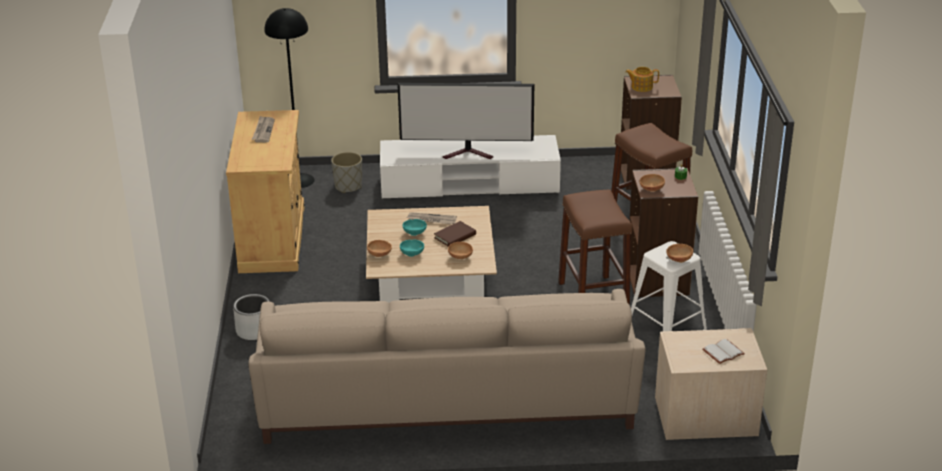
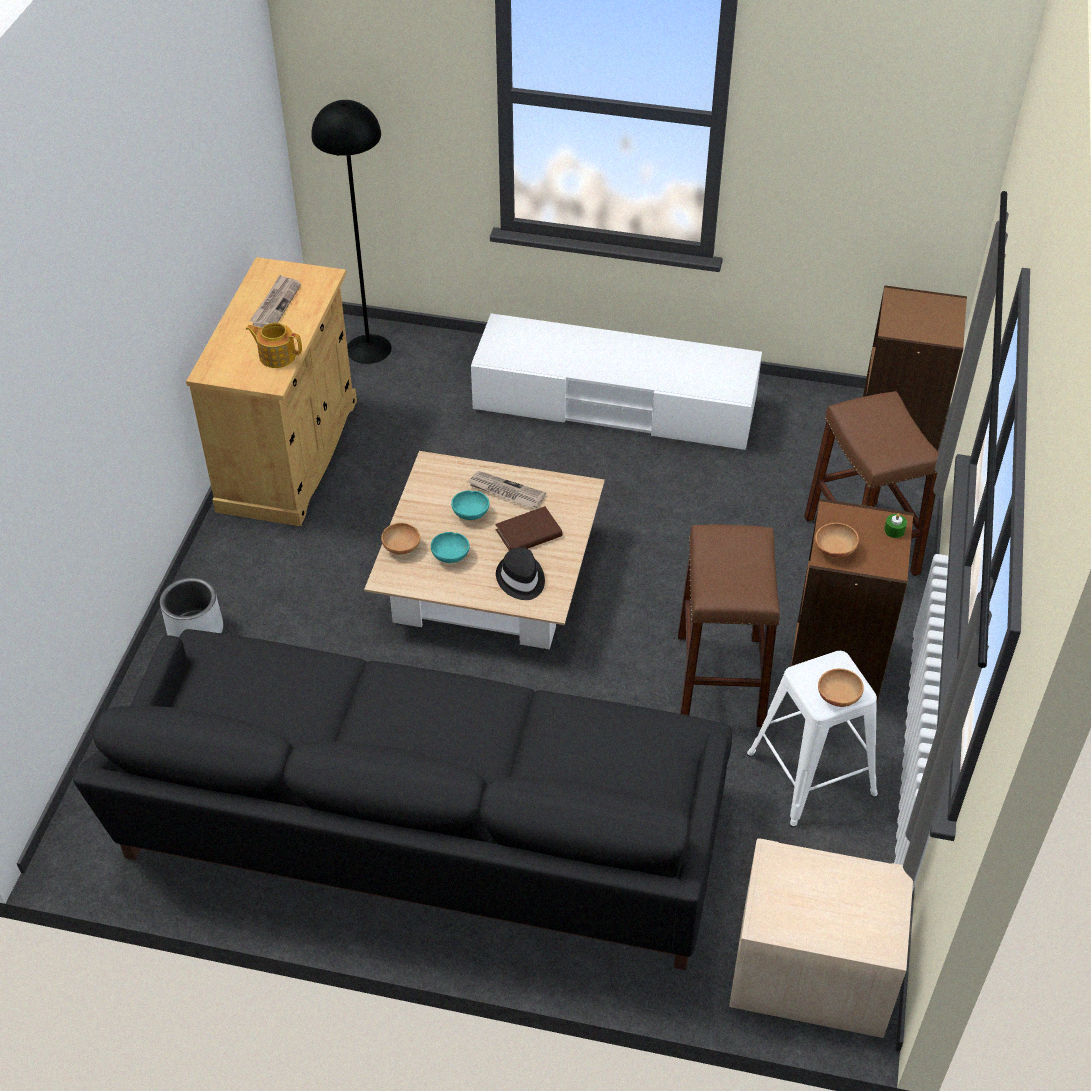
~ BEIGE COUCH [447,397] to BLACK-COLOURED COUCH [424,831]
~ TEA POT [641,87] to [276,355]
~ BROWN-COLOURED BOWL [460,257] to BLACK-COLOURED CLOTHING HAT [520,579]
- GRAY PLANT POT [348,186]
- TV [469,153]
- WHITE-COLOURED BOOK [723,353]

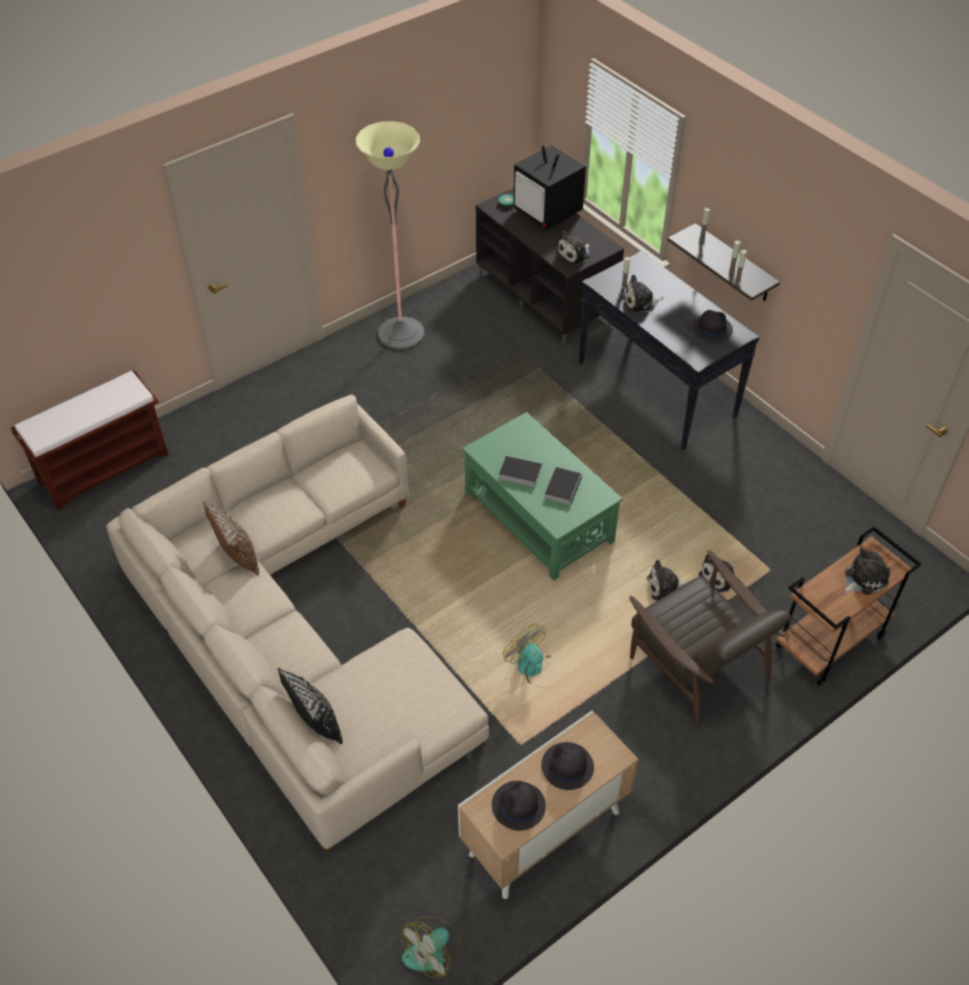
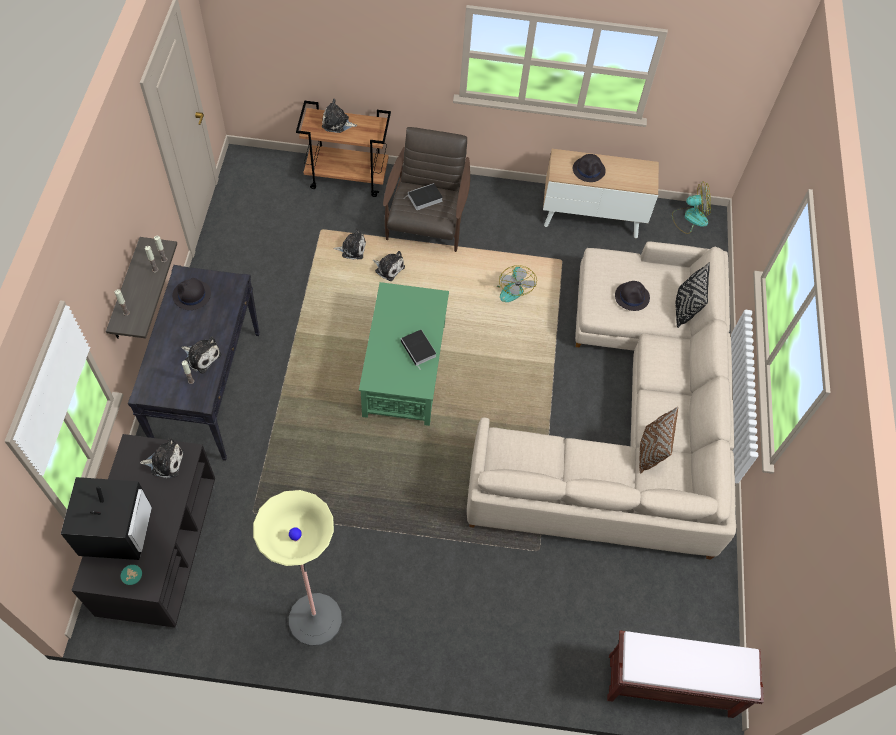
~ BOOK [563,487] to [424,199]
~ BLACK-COLOURED CLOTHING HAT [518,806] to [632,296]

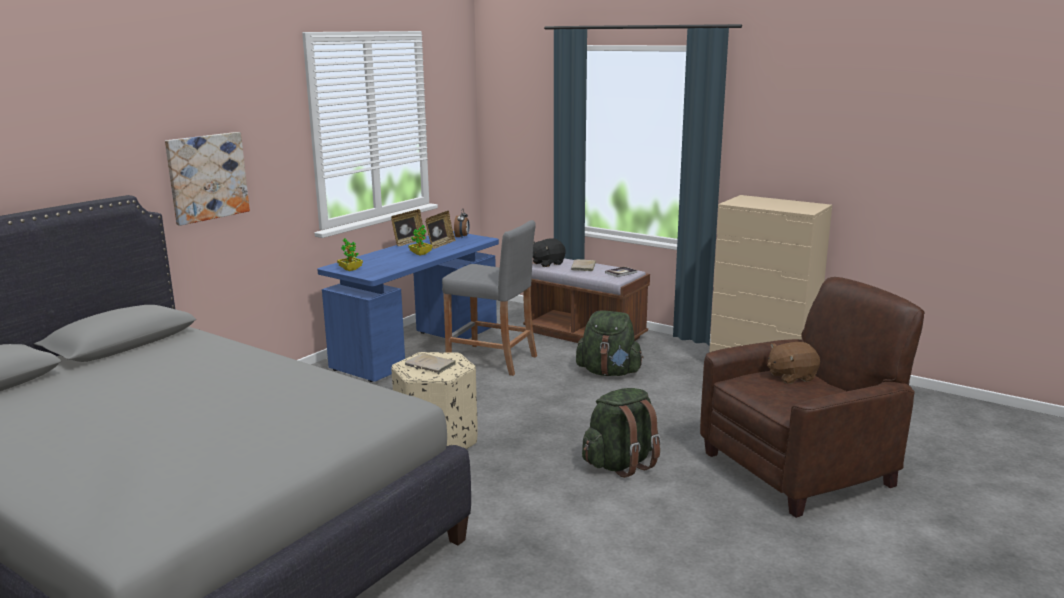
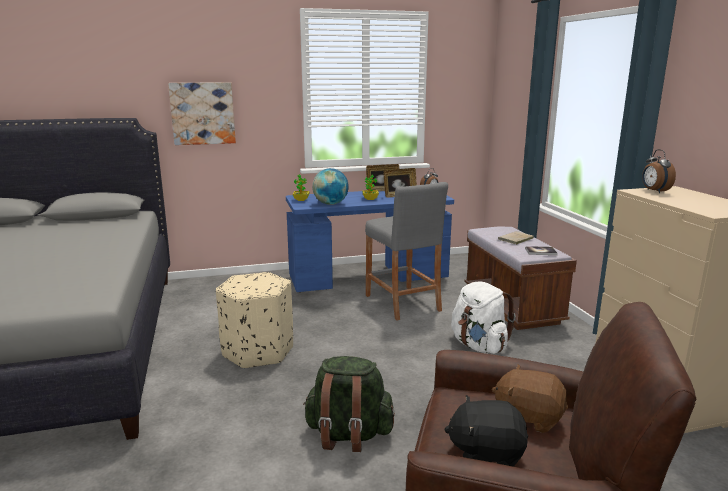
+ GLOBE [330,204]
~ BLACK-COLOURED SOFT TOY [547,263] to [486,452]
~ GREENISH RUCKSACK [609,372] to WHITE-COLOURED RUCKSACK [479,346]
+ ALARM CLOCK [654,191]
- BEIGE BOOK [431,365]

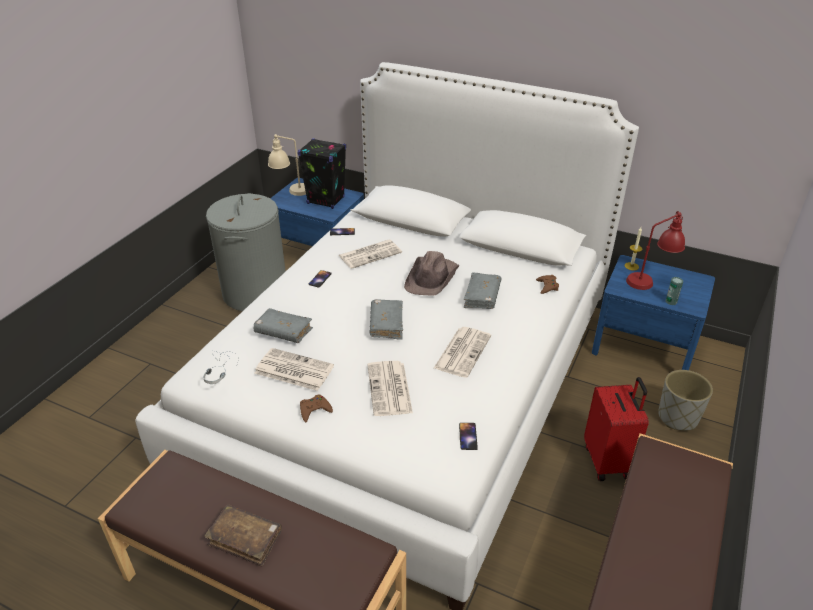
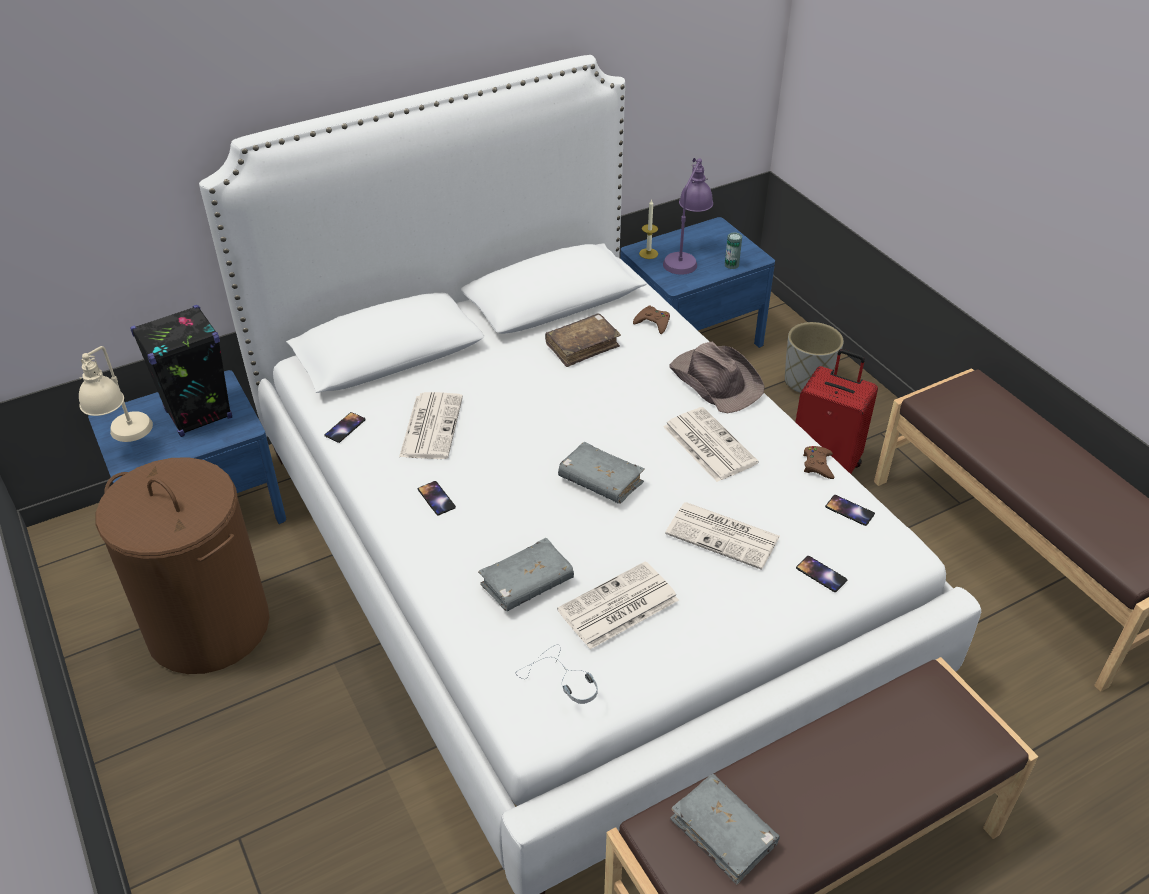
~ GRAY WASHING BASKET [255,293] to BROWN-COLOURED WASHING BASKET [208,627]
~ BROWN-COLOURED BOOK [245,539] to [582,346]
~ RED-COLOURED TABLETOP LAMP [650,281] to PURPLISH TABLETOP LAMP [685,257]
~ BROWN-COLOURED CLOTHING HAT [432,277] to [715,380]
~ GRAY BOOK [482,296] to [723,834]
+ HANDSET [821,574]
~ BROWN-COLOURED JOYPAD [314,410] to [818,465]

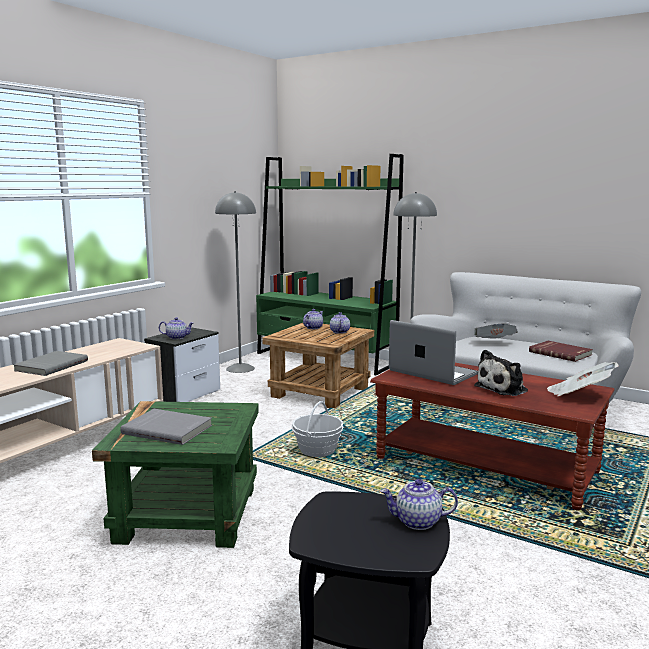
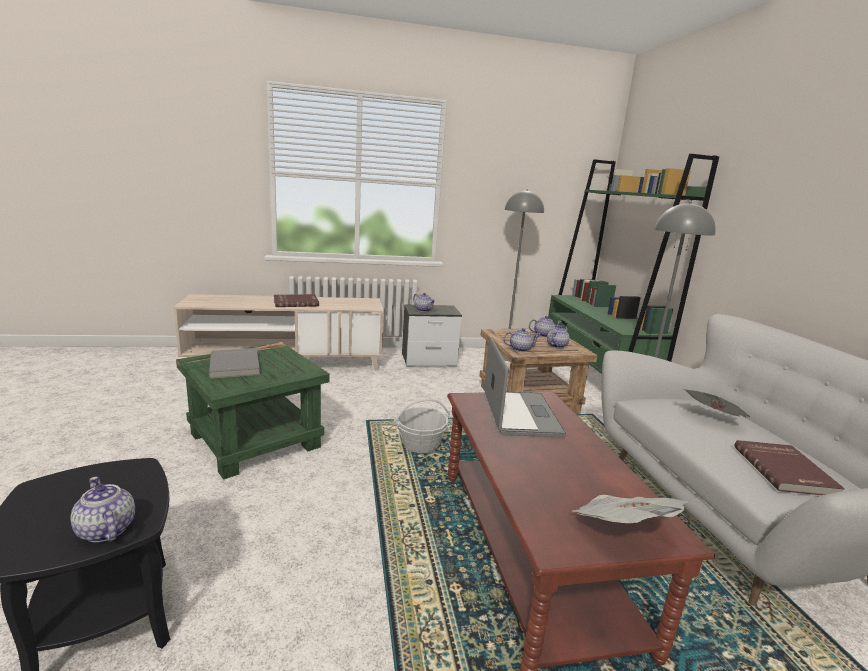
~ GRAY BOOK [50,365] to RED-COLOURED BOOK [296,302]
+ TEA POT [520,349]
- SOFT TOY [503,388]

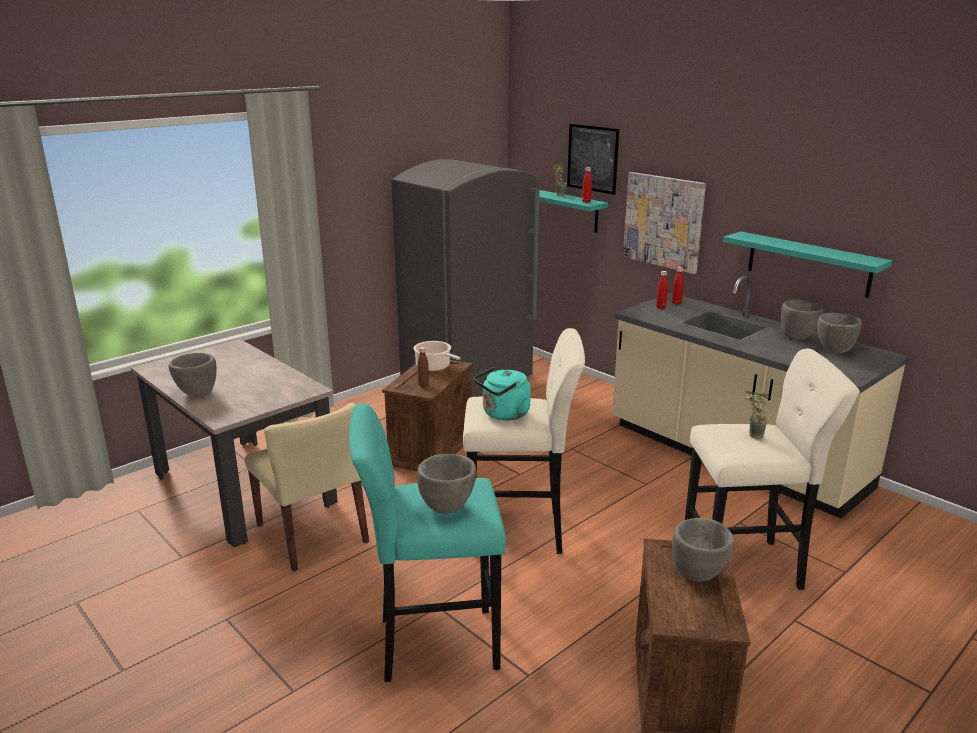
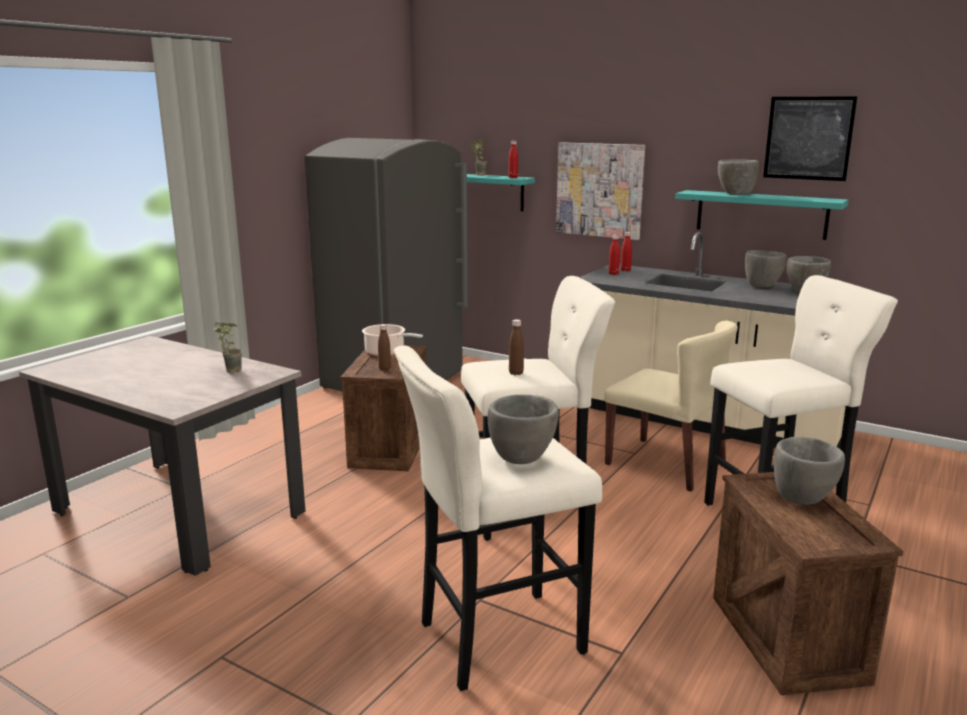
~ HOUSEPLANT [751,435] to [229,371]
~ TURQUOISE-COLOURED STOOL [431,643] to BEIGE STOOL [493,640]
~ TURQUOISE-COLOURED KETTLE [503,414] to BROWN-COLOURED BEVERAGE BOTTLE [516,373]
~ BEIGE PLAIN CHAIR [312,534] to [666,464]
~ GRAY BOWL [196,393] to [735,194]
~ WALL PICTURE [592,158] to [808,138]

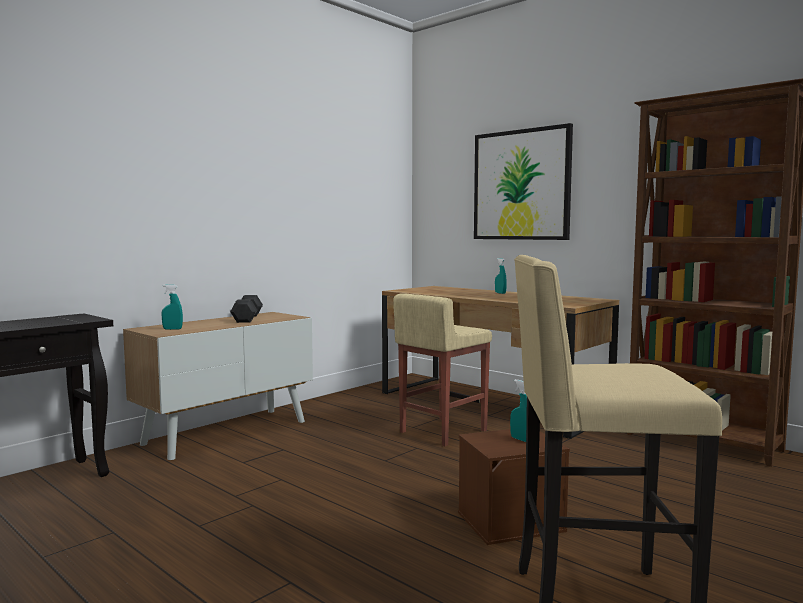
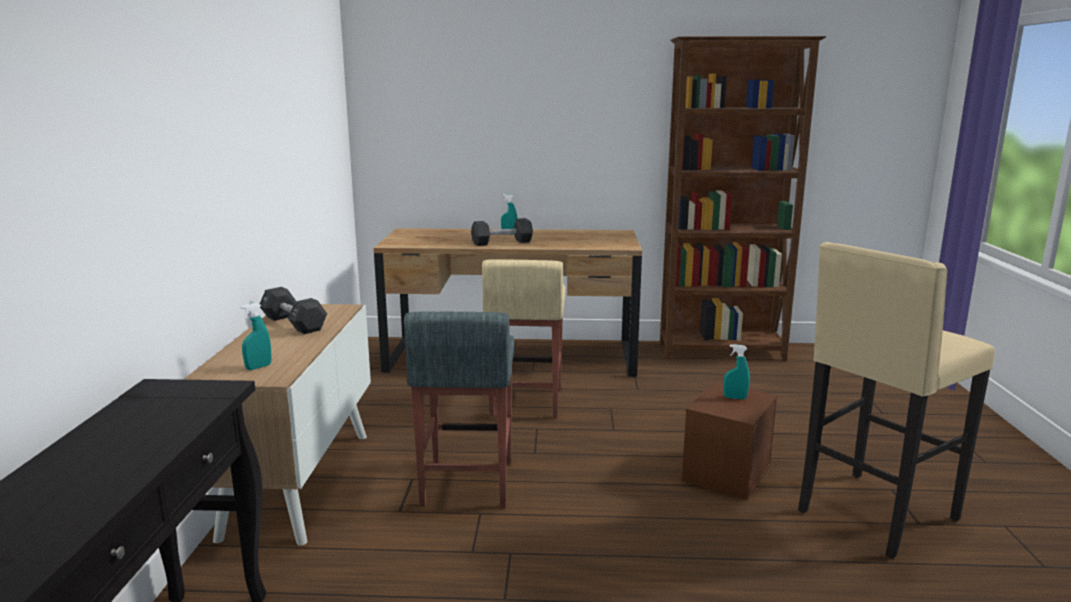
+ GRAY STOOL [467,484]
+ BLACK-COLOURED DUMBBELL [502,242]
- WALL PICTURE [521,185]

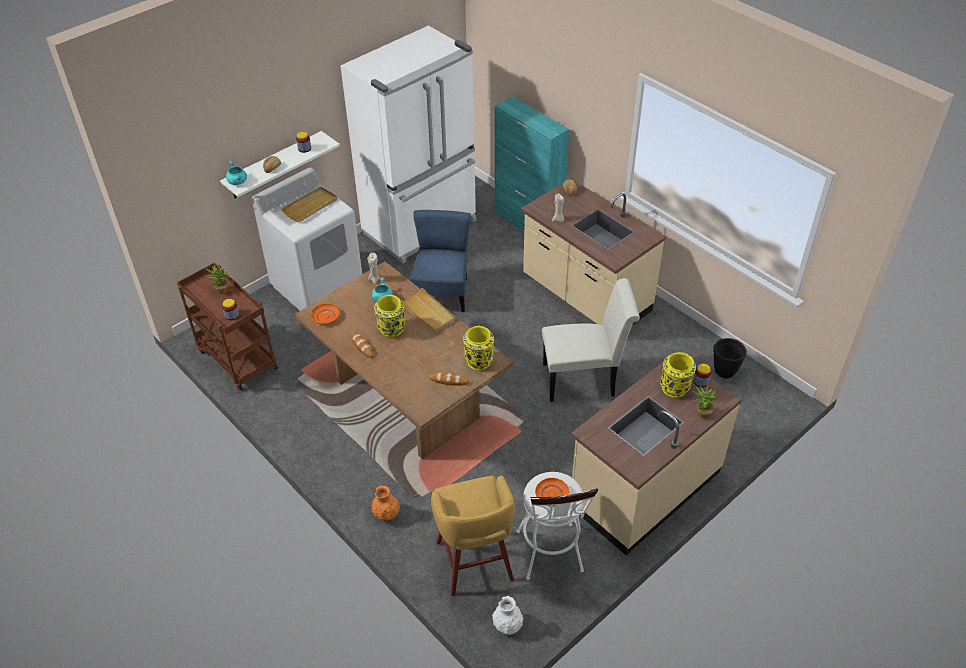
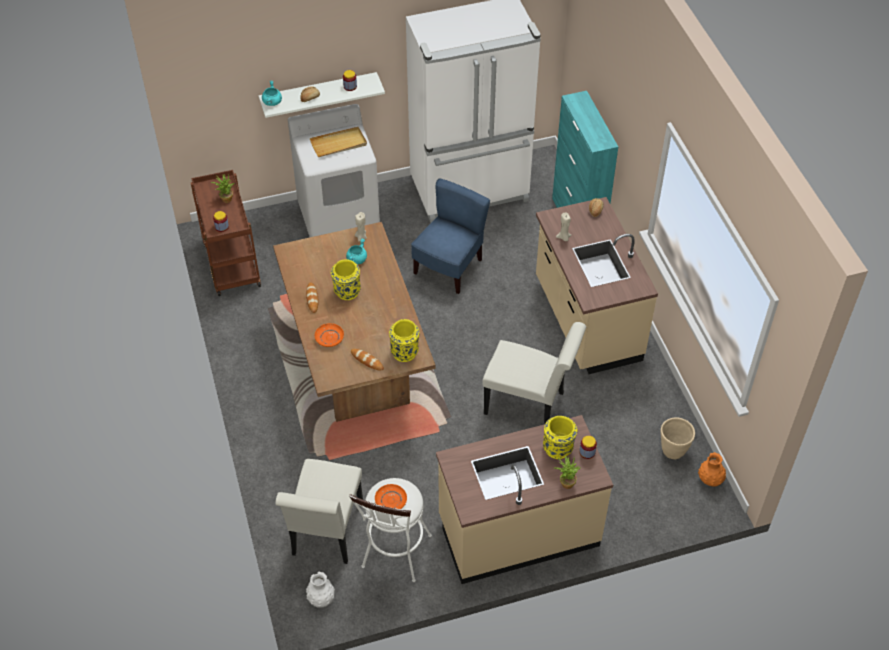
~ YELLOW STOOL [474,563] to WHITE-COLOURED PLAIN CHAIR [326,534]
~ ORANGE-COLOURED FLAT DISH [326,317] to [329,338]
~ BLACK-COLOURED PLANT POT [724,371] to BEIGE PLANT POT [673,451]
~ ORANGE-COLOURED DECORATIVE VASE [386,514] to [710,480]
- BEIGE CARRYING TRAY [427,312]

